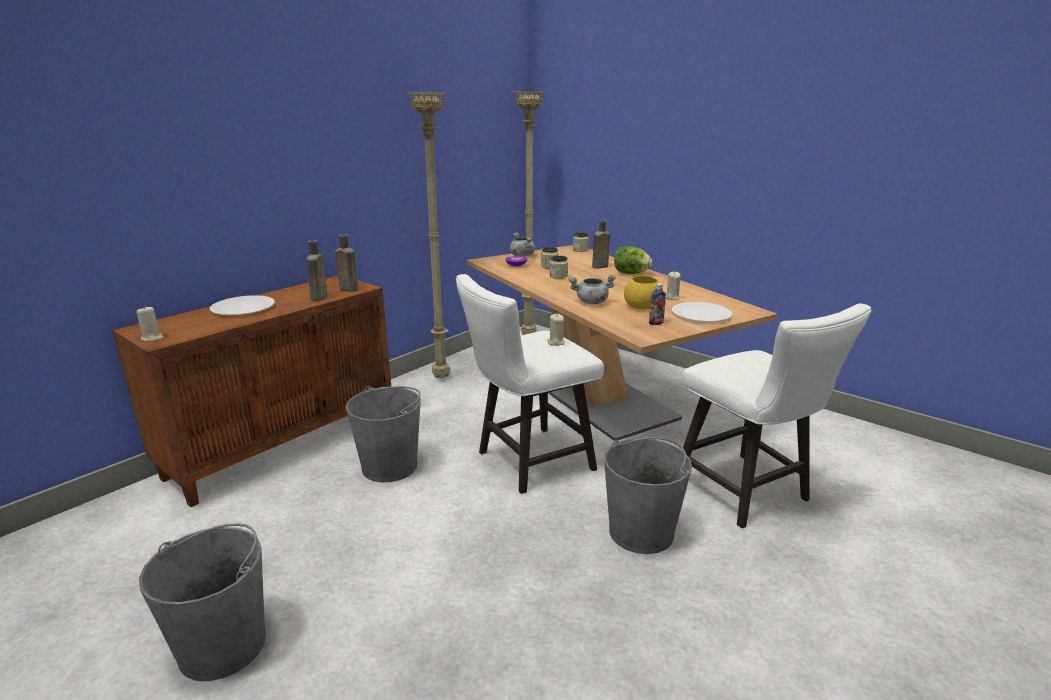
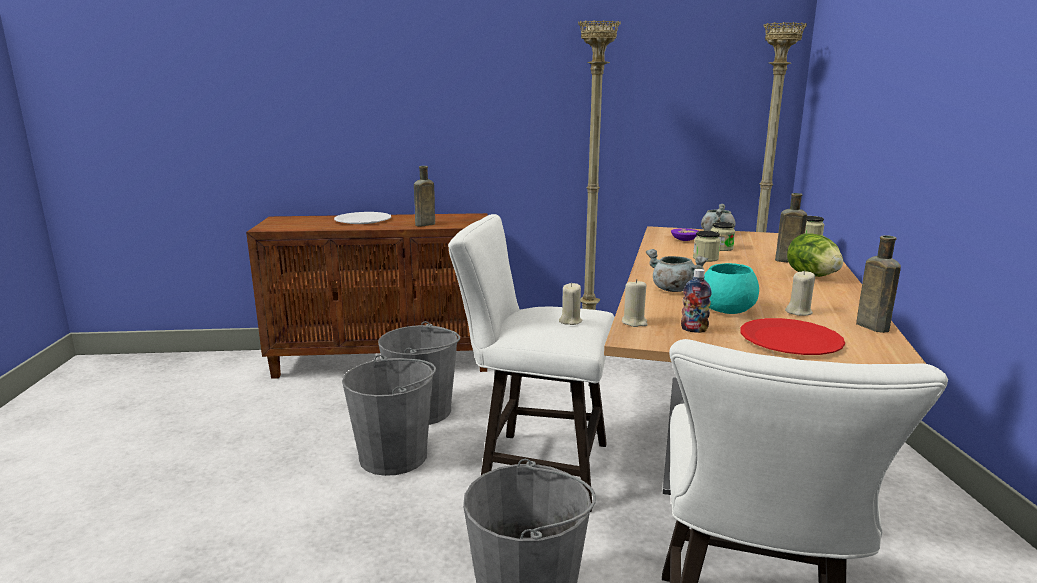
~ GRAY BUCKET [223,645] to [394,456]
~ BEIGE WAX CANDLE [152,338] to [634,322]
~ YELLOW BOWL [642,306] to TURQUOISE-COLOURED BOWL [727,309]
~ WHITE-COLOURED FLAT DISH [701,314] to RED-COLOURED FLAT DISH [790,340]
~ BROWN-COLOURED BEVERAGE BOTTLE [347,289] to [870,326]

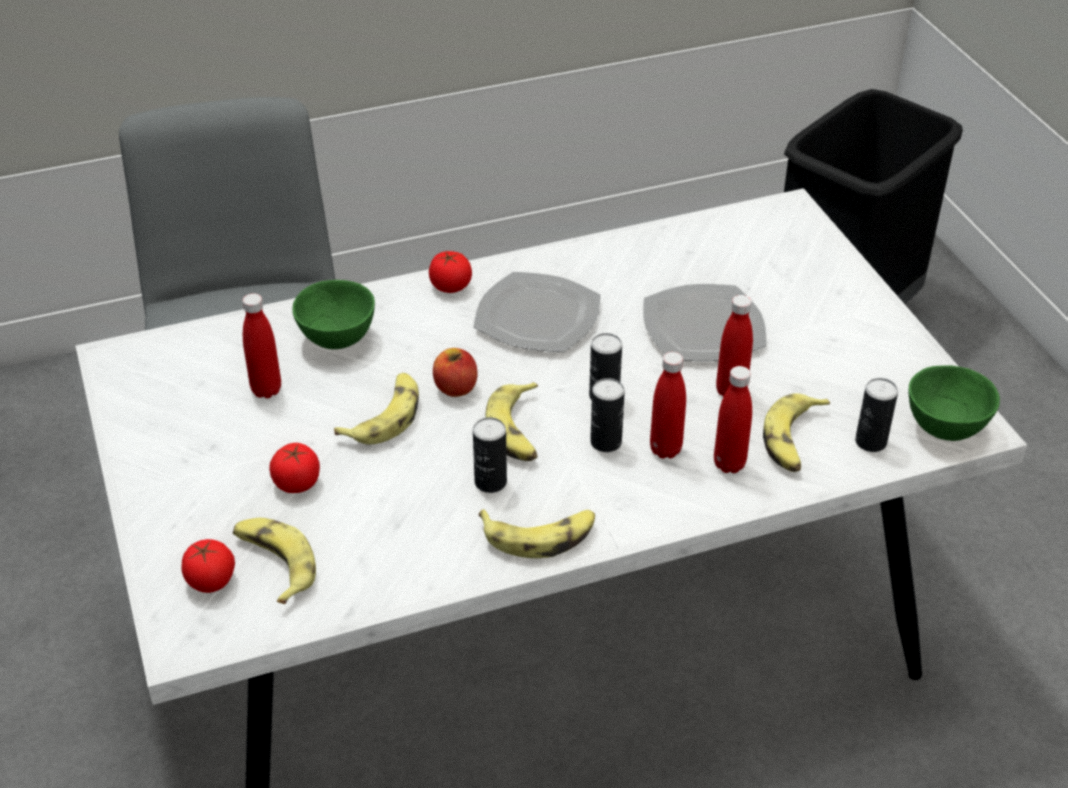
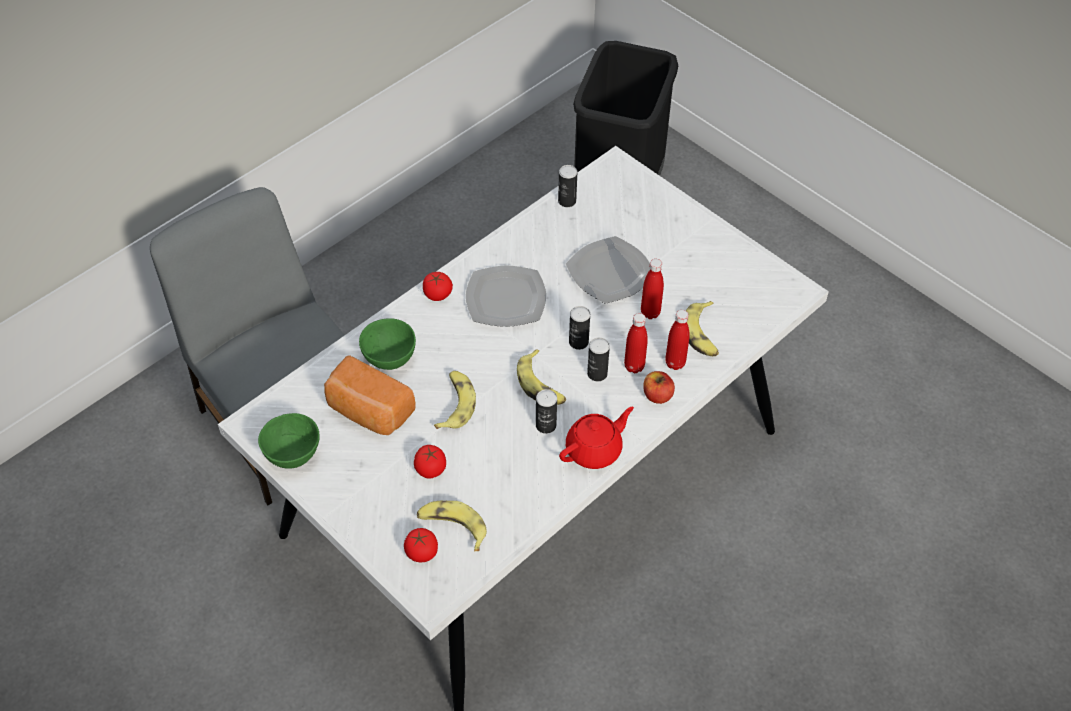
~ GREENISH BOWL [944,428] to [292,455]
~ RED-COLOURED BEVERAGE BOTTLE [266,390] to BAKERY BREAD [368,412]
~ CAN [870,441] to [567,201]
~ BANANA [540,535] to RED-COLOURED TEA POT [595,450]
~ APPLE [455,388] to [657,395]

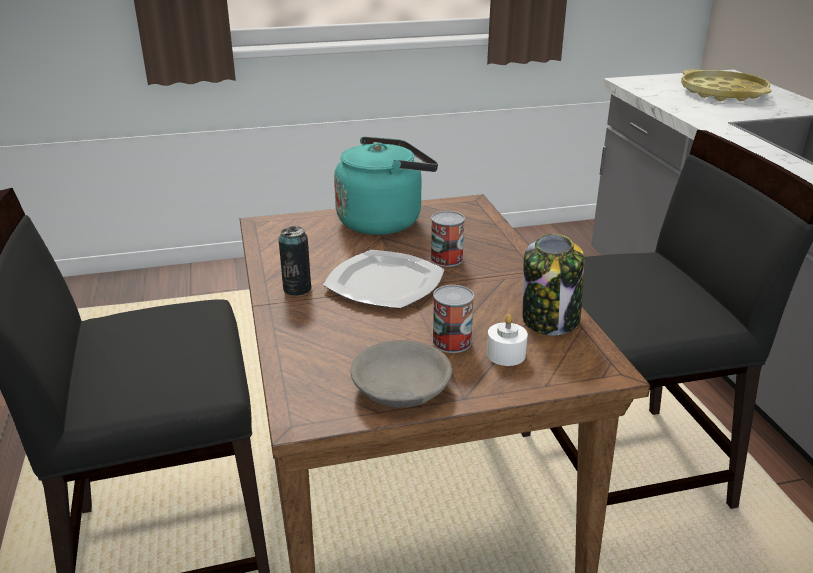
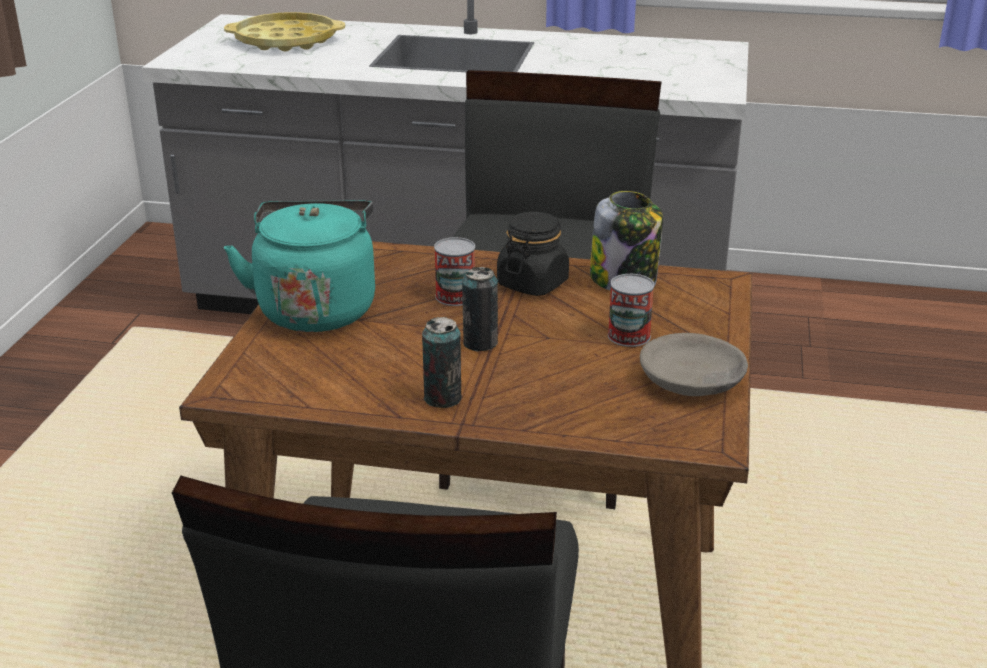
~ FLAT DISH [385,284] to CAN [480,343]
+ BLACK-COLOURED PRESERVE JAR [533,283]
- WHITE-COLOURED WAX CANDLE [506,354]

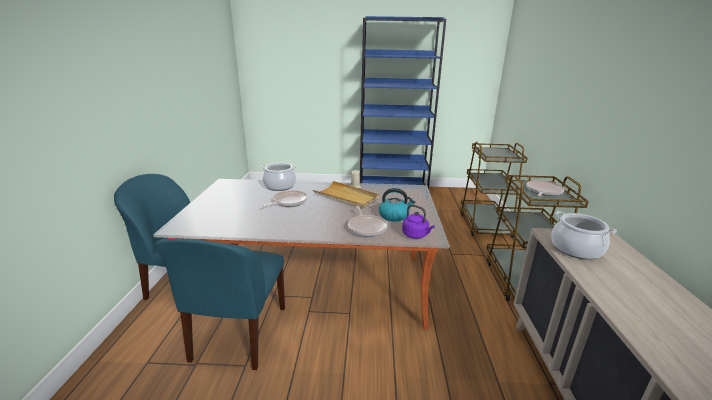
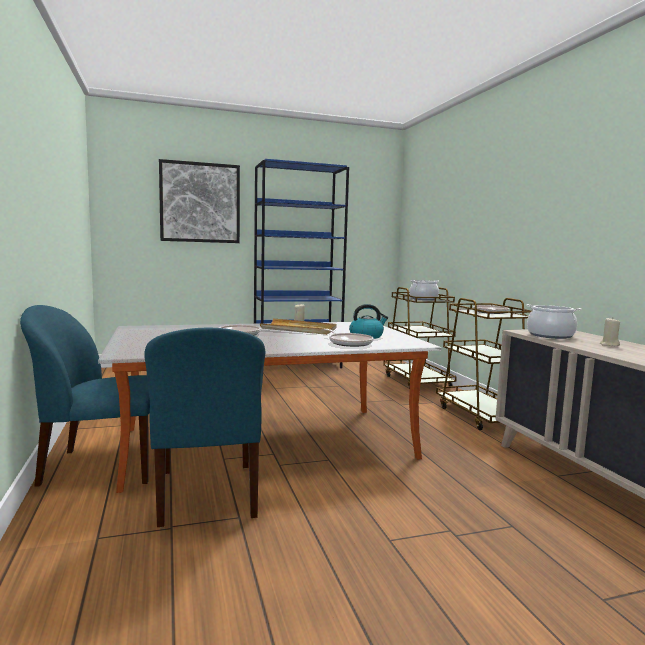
+ WALL PICTURE [200,202]
~ COOKING POT [280,186] to [423,299]
+ BEIGE WAX CANDLE [609,345]
- PURPLISH KETTLE [416,235]

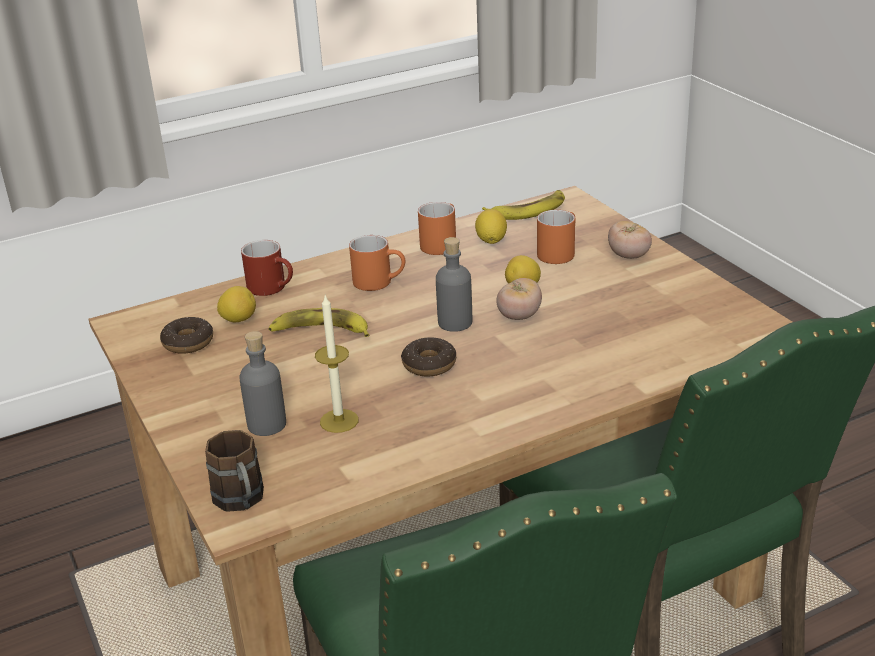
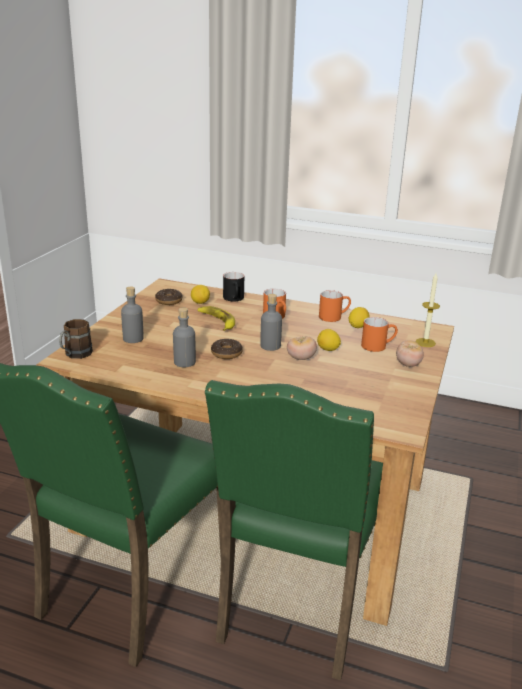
+ GRAY BEVERAGE BOTTLE [184,362]
~ RED-COLOURED COFFEE MUG [273,287] to BLACK-COLOURED COFFEE MUG [235,299]
~ WAX CANDLE [339,421] to [425,342]
- BANANA [528,210]

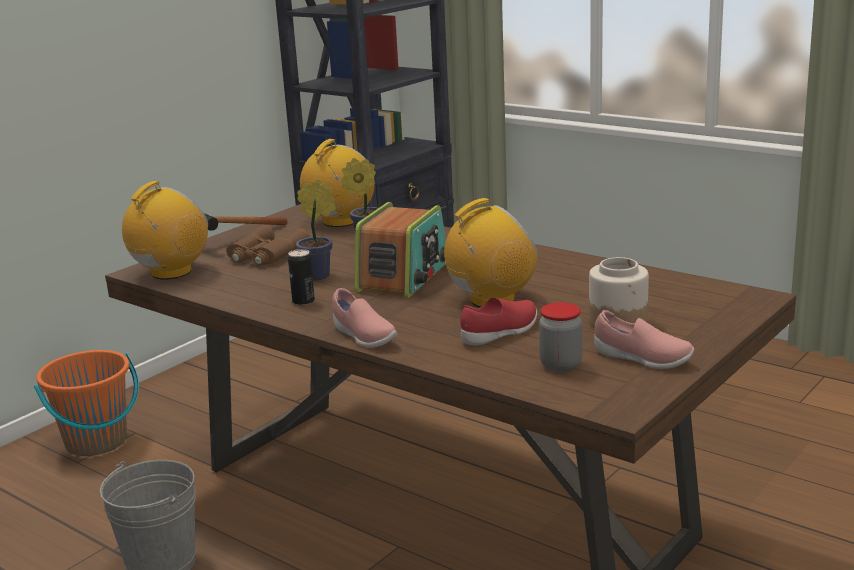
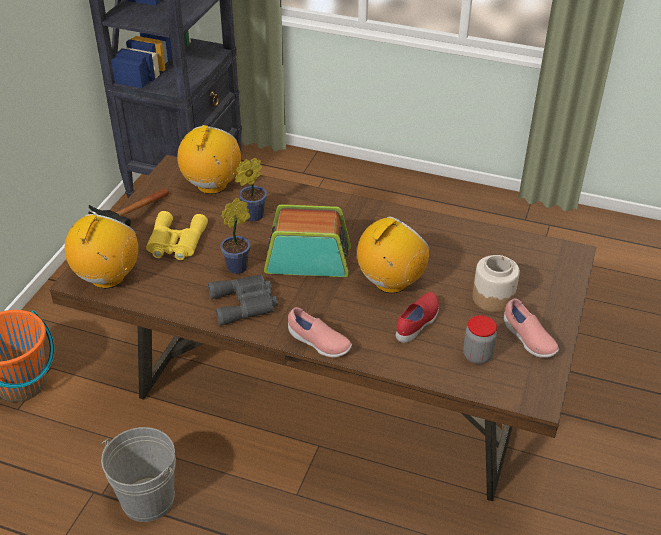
~ BROWN-COLOURED PAIR OF BINOCULARS [265,255] to YELLOW PAIR OF BINOCULARS [175,242]
~ CAN [303,301] to GRAY PAIR OF BINOCULARS [245,303]
~ RADIO RECEIVER [404,277] = [308,260] 90 degrees counterclockwise
~ PINK SHOE [642,359] = [528,339] 45 degrees clockwise

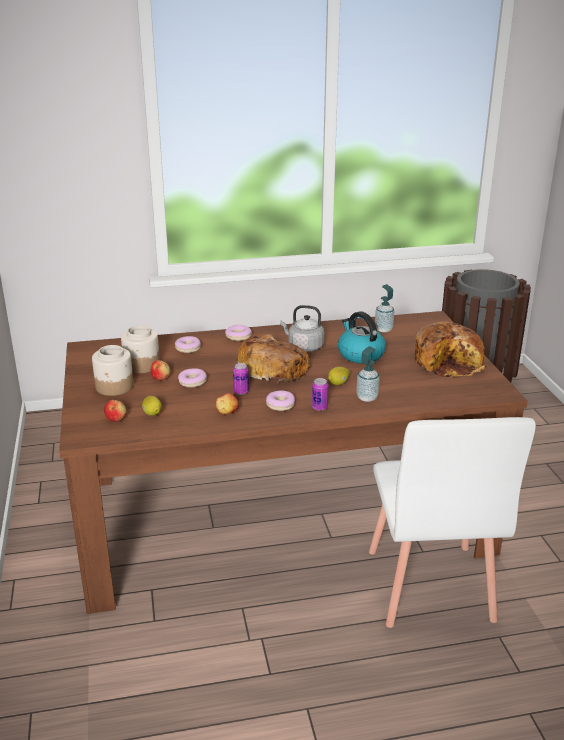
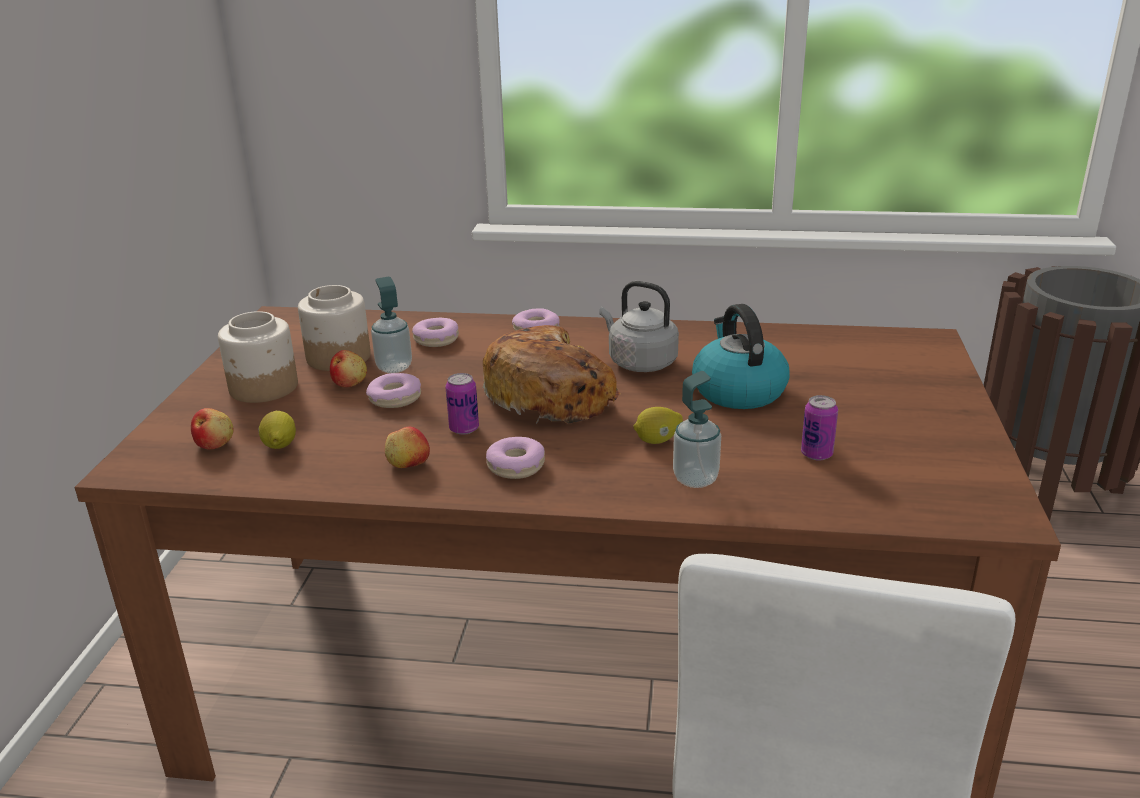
~ SOAP DISPENSER [383,329] to [394,367]
~ CAN [319,407] to [816,454]
- BAKERY BREAD [449,362]

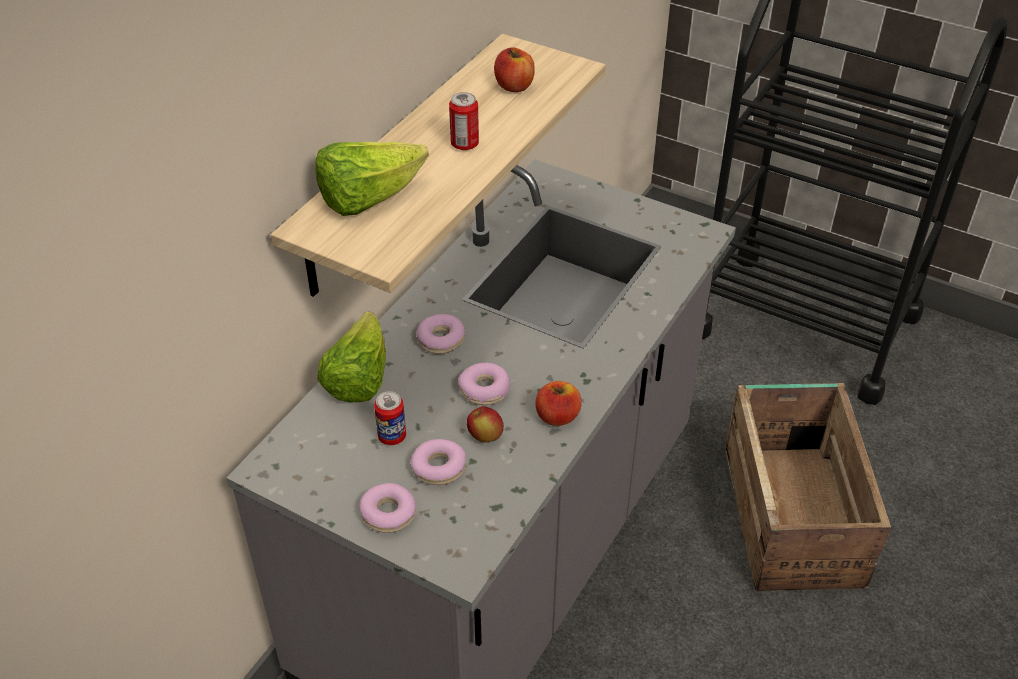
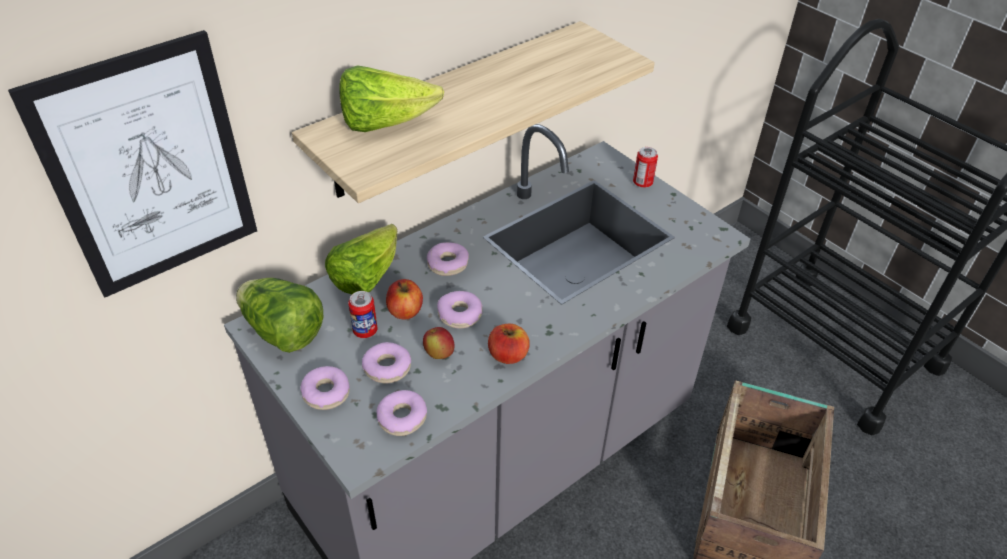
+ WALL PICTURE [150,169]
+ LETTUCE HEAD [283,332]
+ DONUT [402,418]
~ APPLE [514,86] to [405,311]
~ CAN [464,144] to [642,183]

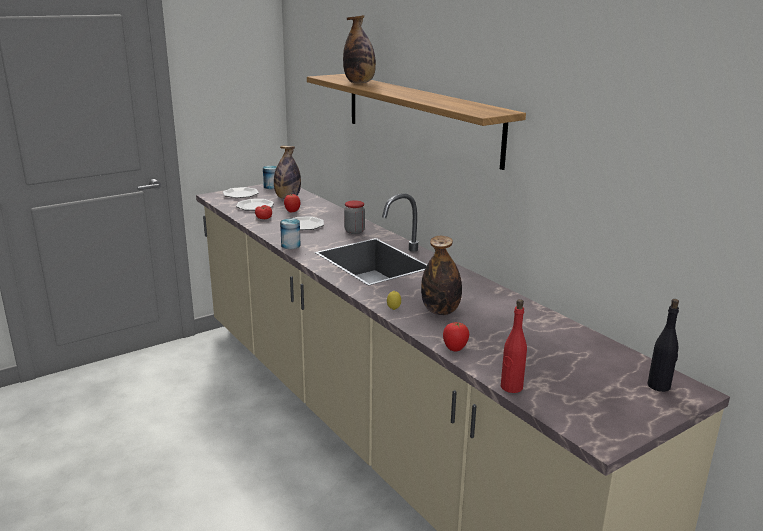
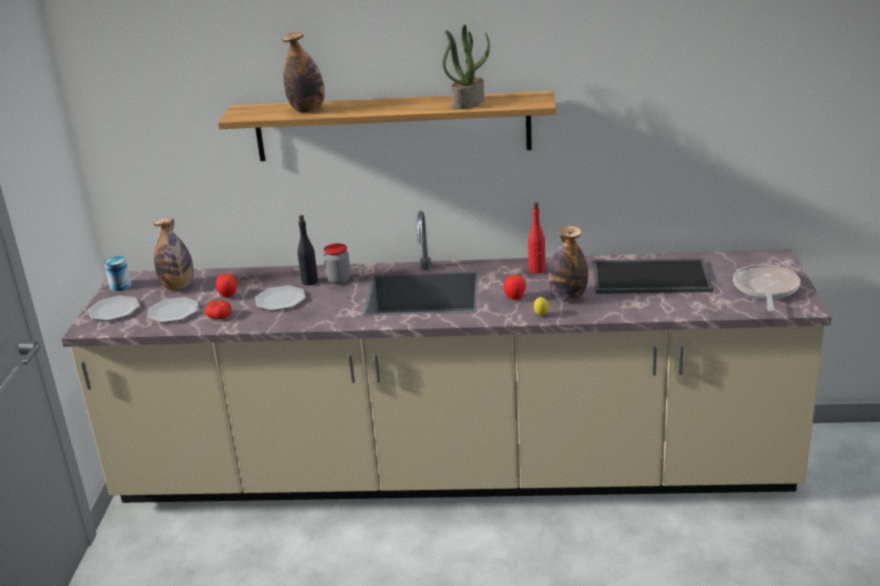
~ BLACK-COLOURED BEVERAGE BOTTLE [659,386] to [310,281]
+ HOUSEPLANT [467,103]
~ WHOLE TOMATO [455,349] to [515,298]
~ RED-COLOURED BEVERAGE BOTTLE [511,387] to [537,270]
+ CARRYING TRAY [651,276]
+ FRYING PAN [765,289]
- CAN [290,245]

